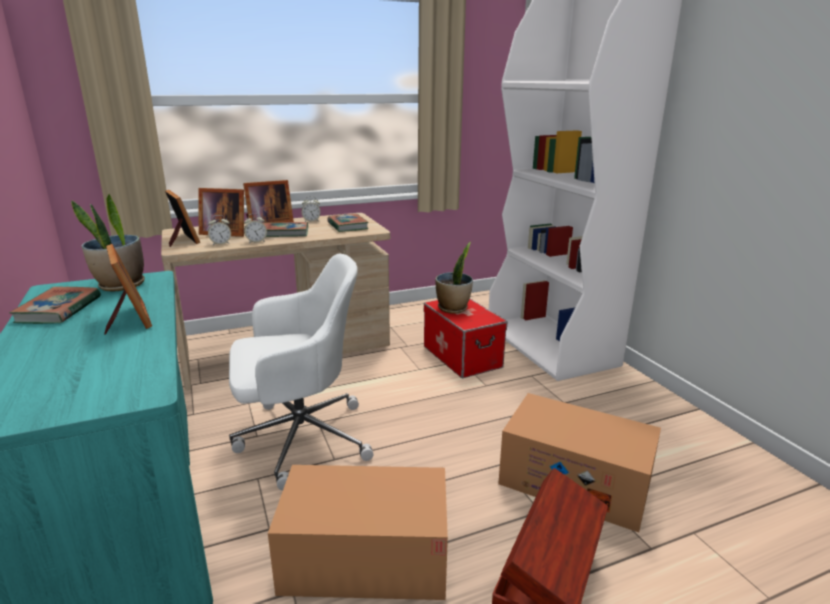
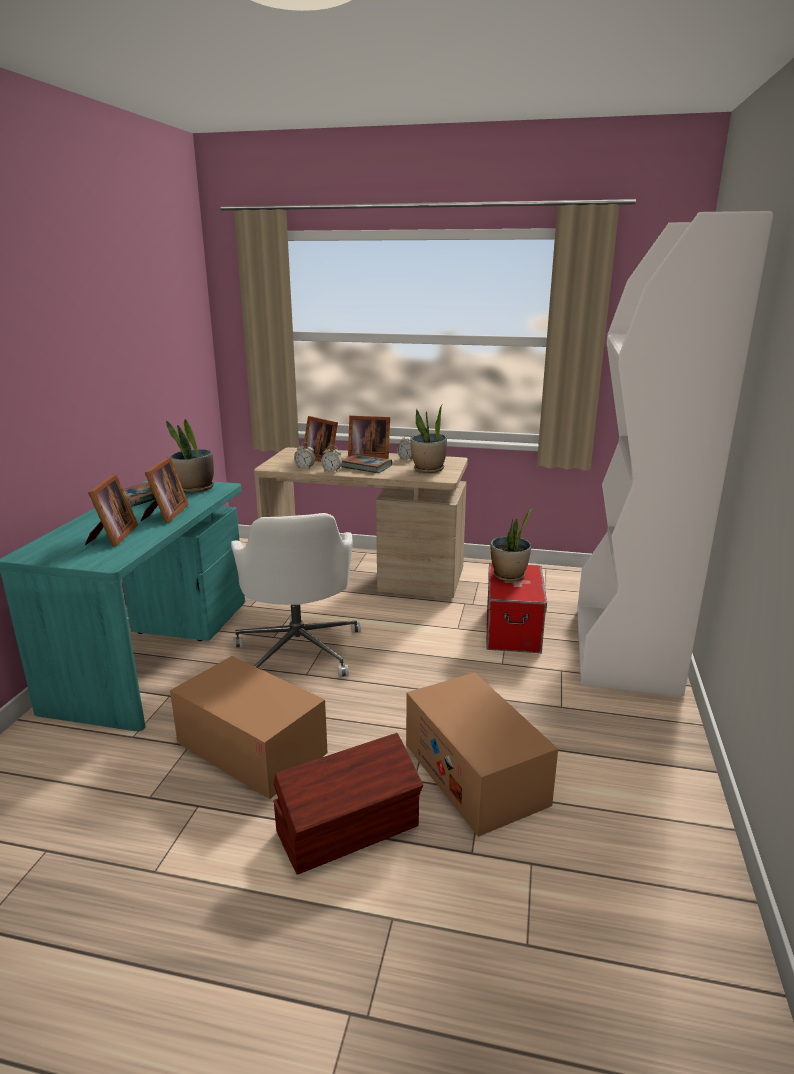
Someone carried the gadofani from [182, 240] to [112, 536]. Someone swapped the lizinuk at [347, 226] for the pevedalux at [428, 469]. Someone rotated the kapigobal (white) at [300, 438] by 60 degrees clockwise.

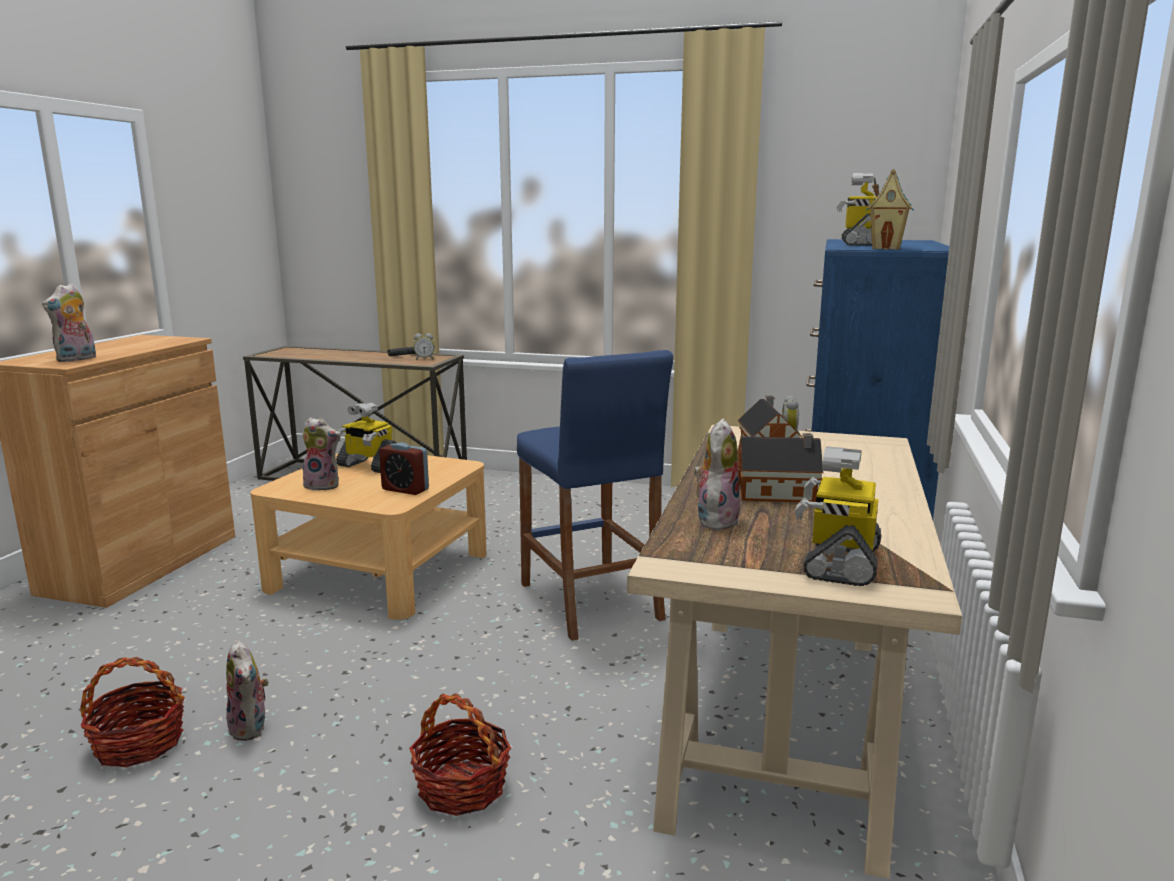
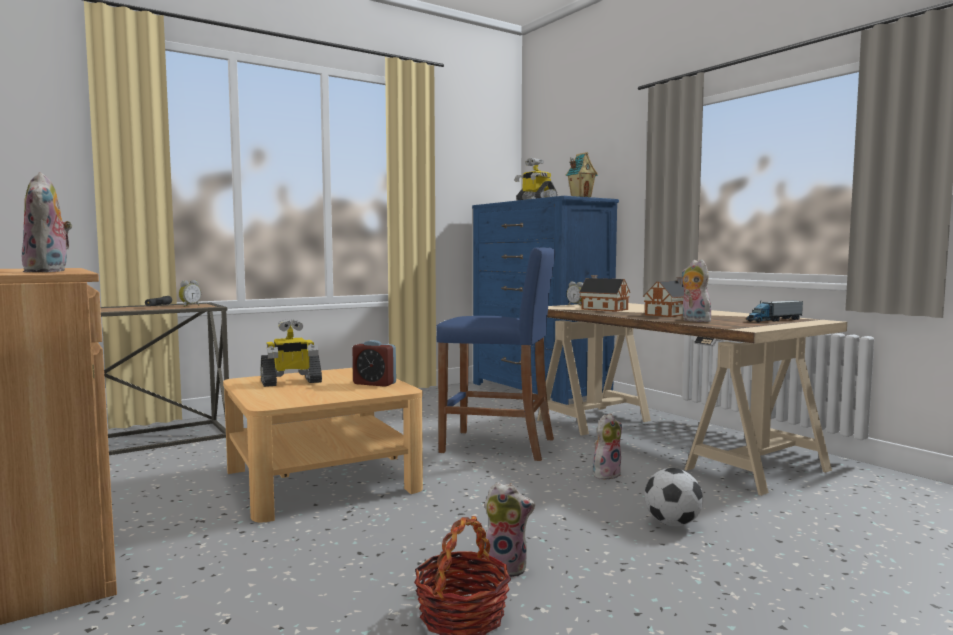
Someone carried the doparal from [324, 485] to [606, 474]. Someone rotated the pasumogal at [405, 489] by 45 degrees clockwise. Someone swapped the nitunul at [839, 562] for the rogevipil at [774, 320]. Someone swapped the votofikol at [461, 787] for the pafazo at [672, 523].

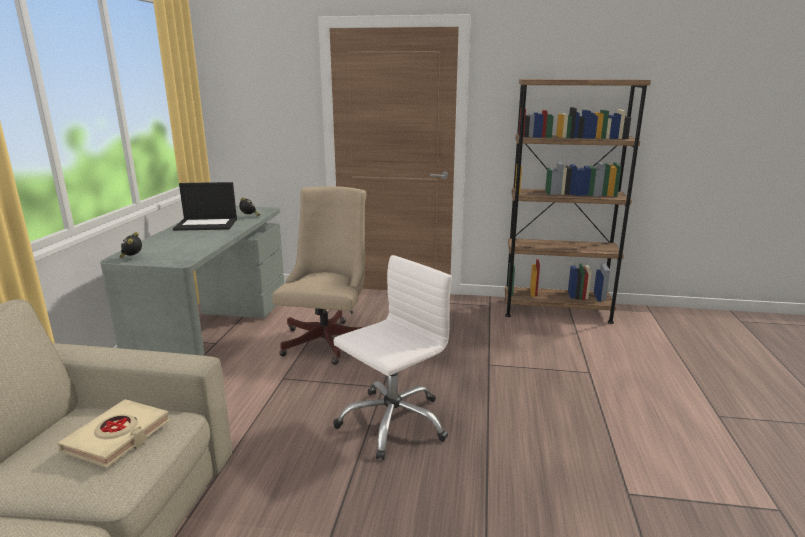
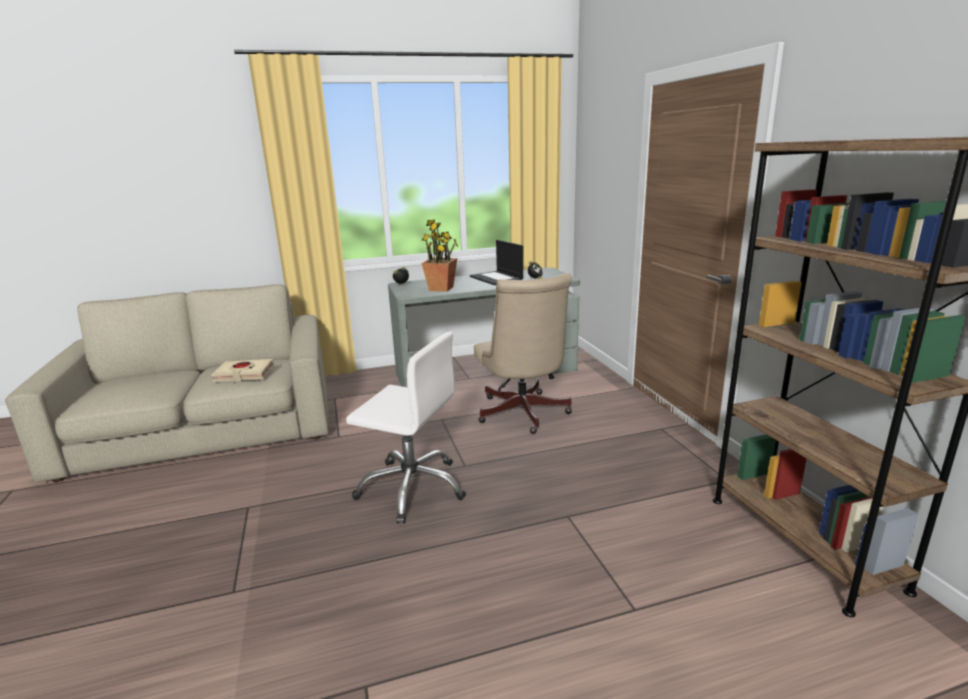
Someone rotated the kapigobal (beige) at [329, 339] by 90 degrees clockwise. Someone put down the pevedalux at [441, 288].

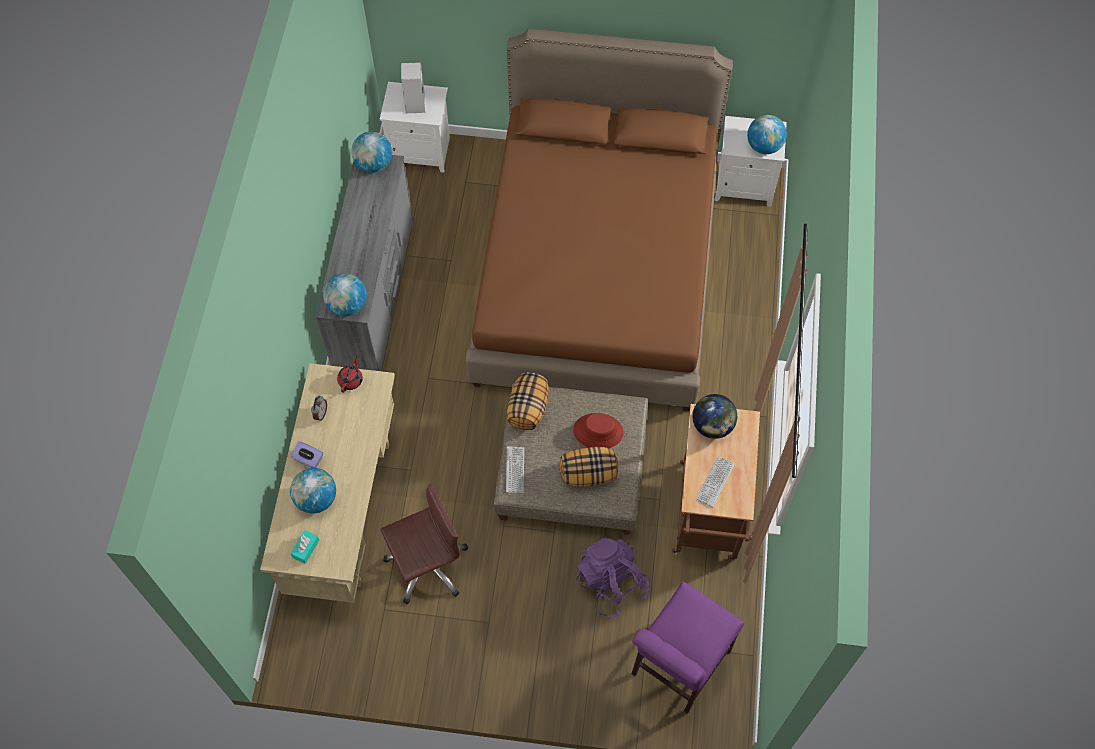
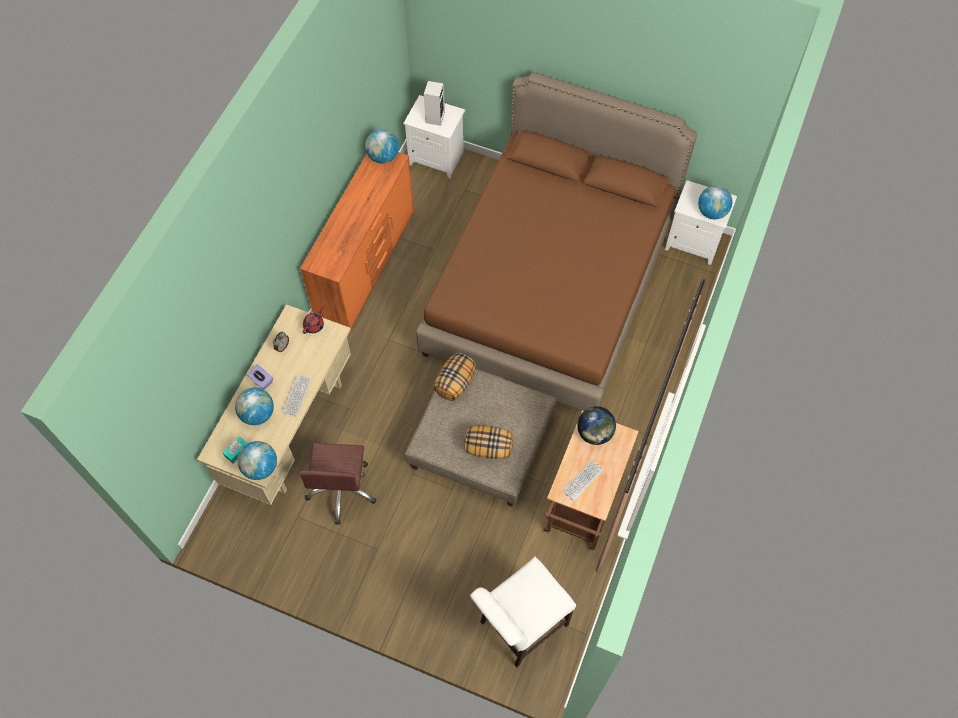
Someone repainted the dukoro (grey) at [376, 297], which became the dukoro (orange) at [367, 266]. Someone carried the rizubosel from [347, 306] to [260, 467]. Someone took away the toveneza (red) at [598, 431]. Someone carried the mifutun from [515, 470] to [297, 395]. Someone rotated the kapigobal (brown) at [427, 565] by 105 degrees clockwise. Someone took away the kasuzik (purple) at [611, 583]. Someone repainted the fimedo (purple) at [676, 666], which became the fimedo (white) at [519, 626].

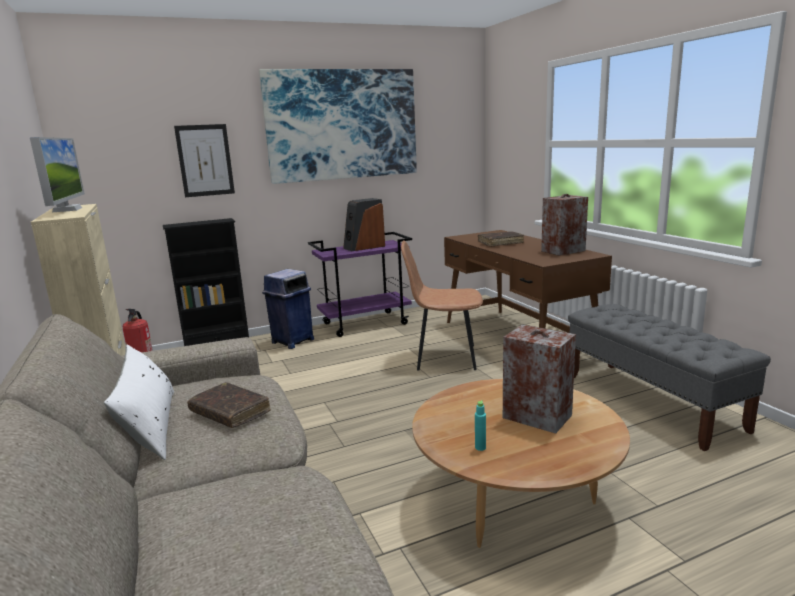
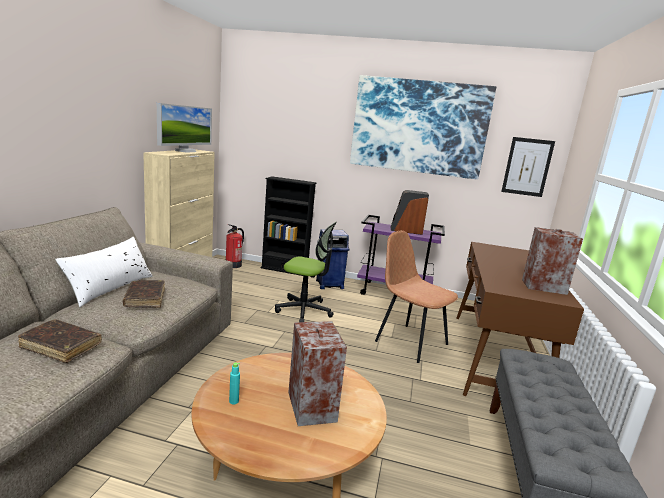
Someone carried the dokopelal from [205, 160] to [527, 167]. Someone carried the lizinuk (brown) from [500, 243] to [61, 346]. Someone put down the kapigobal at [304, 310].

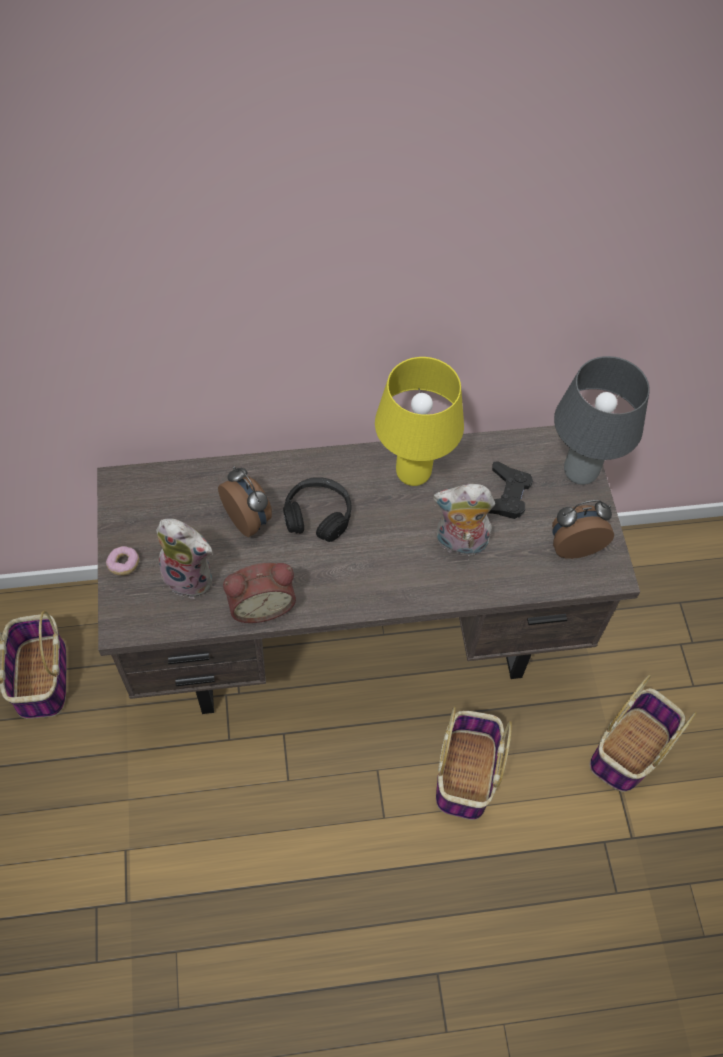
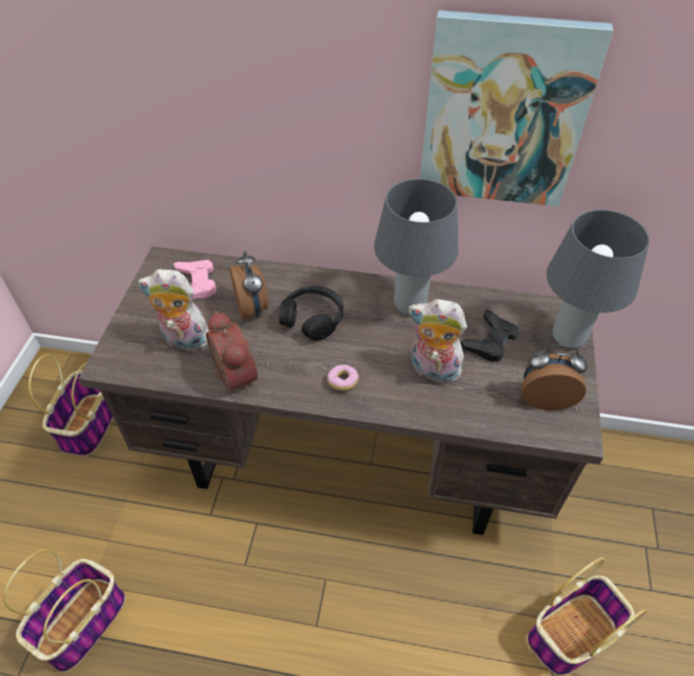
Someone repainted the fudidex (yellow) at [412, 473], which became the fudidex (grey) at [409, 305]. Someone rotated the doparal at [191, 576] by 150 degrees clockwise. Someone carried the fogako from [124, 564] to [343, 382]. Someone rotated the pasumogal at [261, 604] by 120 degrees counterclockwise. Someone carried the votofikol from [465, 772] to [83, 622]. Someone put up the dokopelal at [504, 113]. Someone put down the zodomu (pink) at [196, 283].

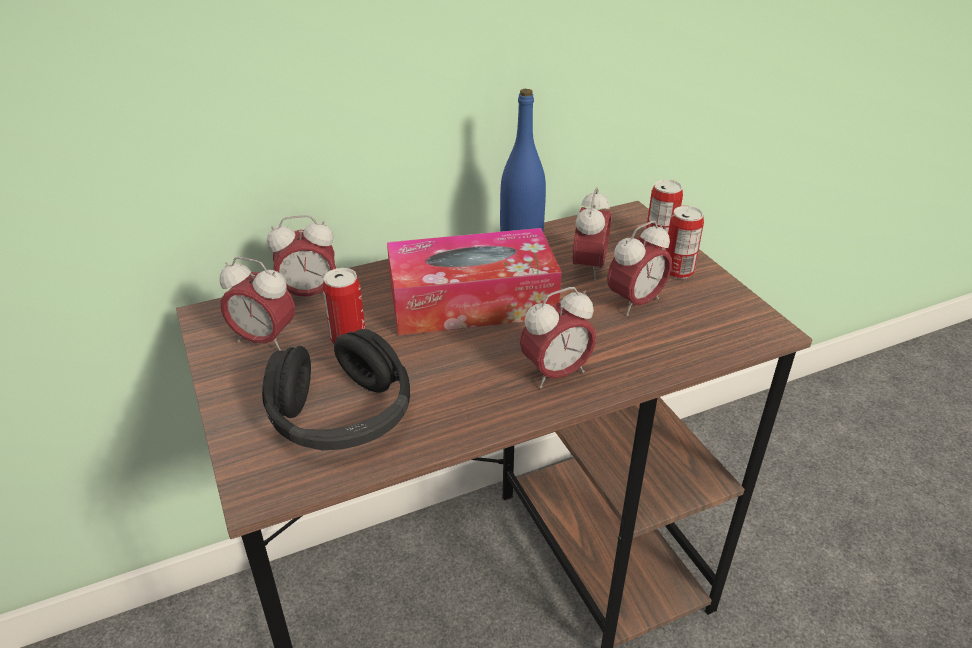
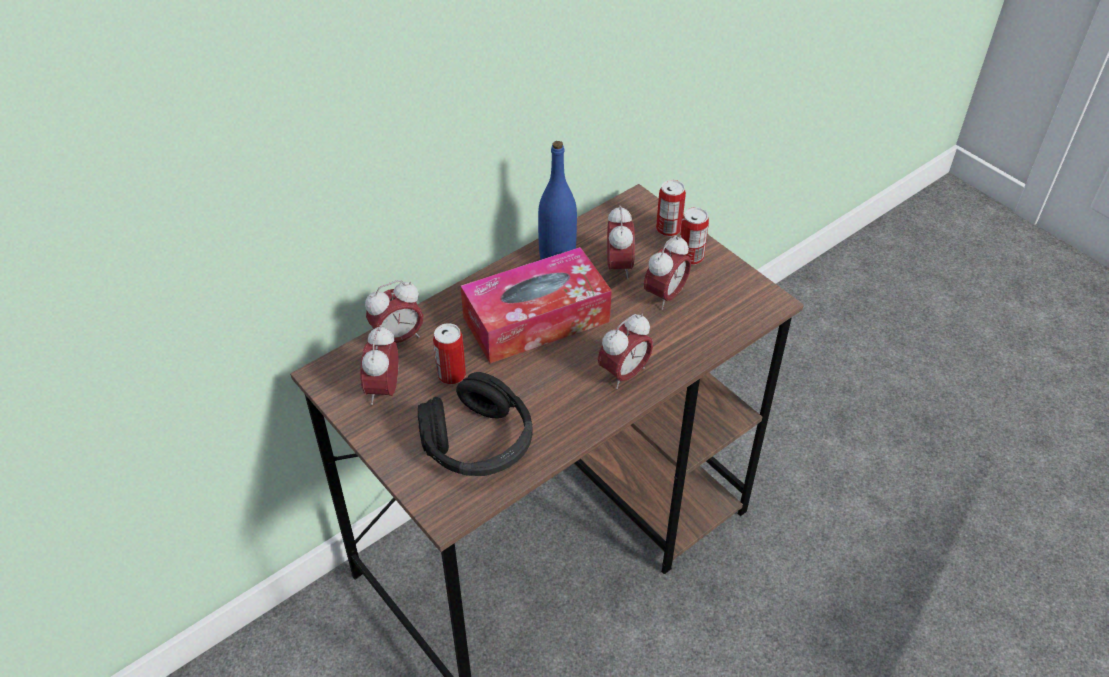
Someone rotated the pasumogal at [264, 340] by 90 degrees clockwise.

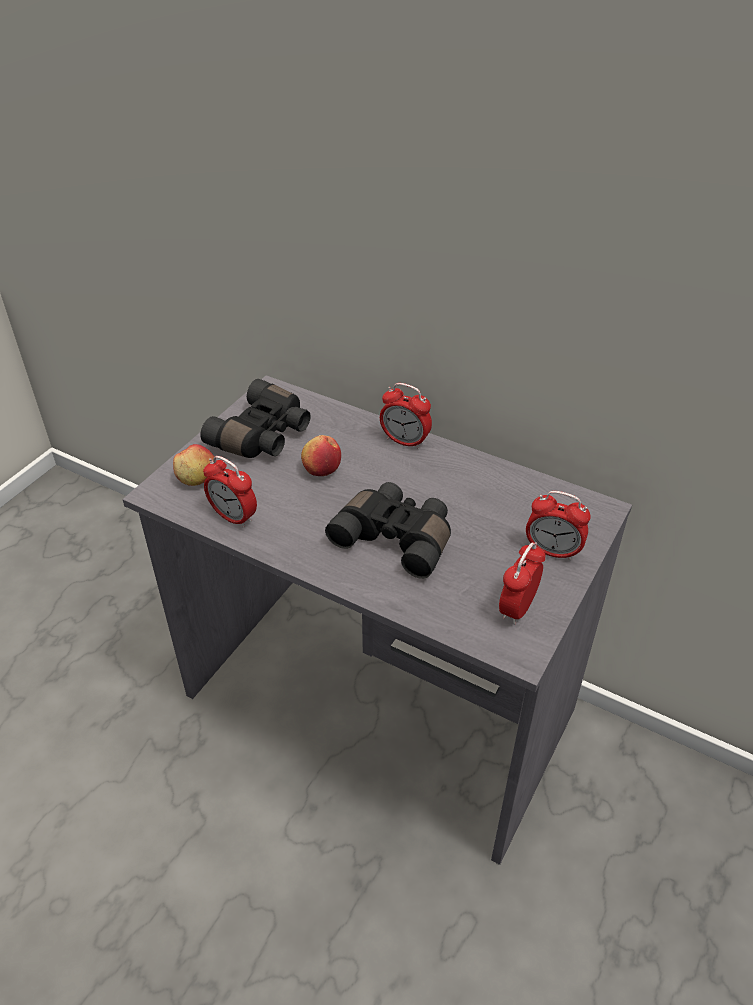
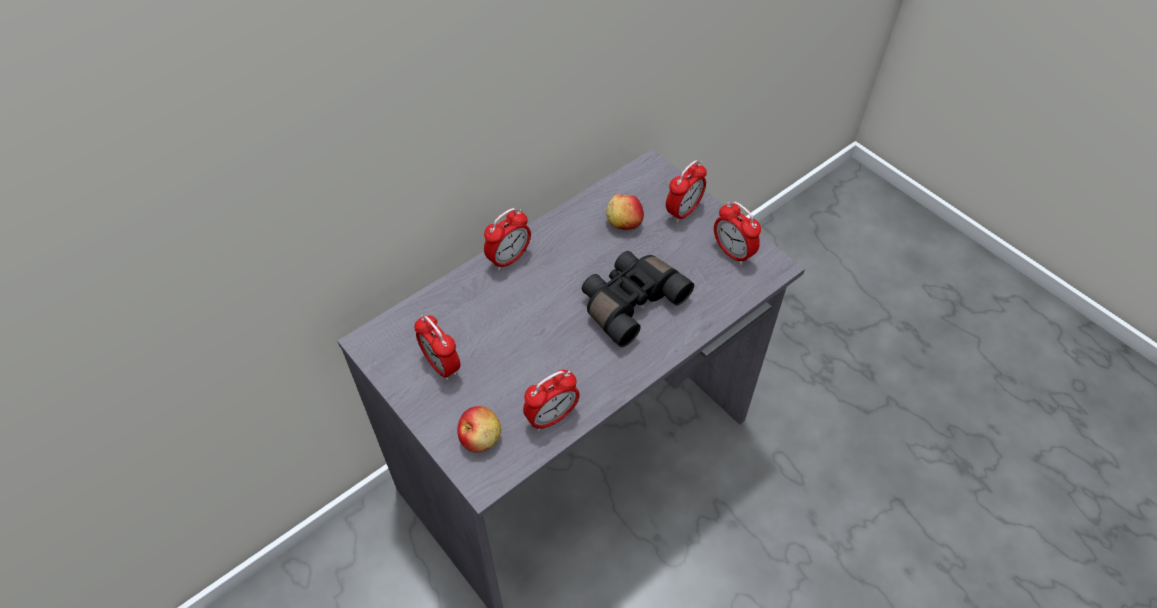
Someone swapped the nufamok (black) at [263, 435] for the pasumogal at [441, 365]. Someone carried the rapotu from [321, 469] to [623, 223].

